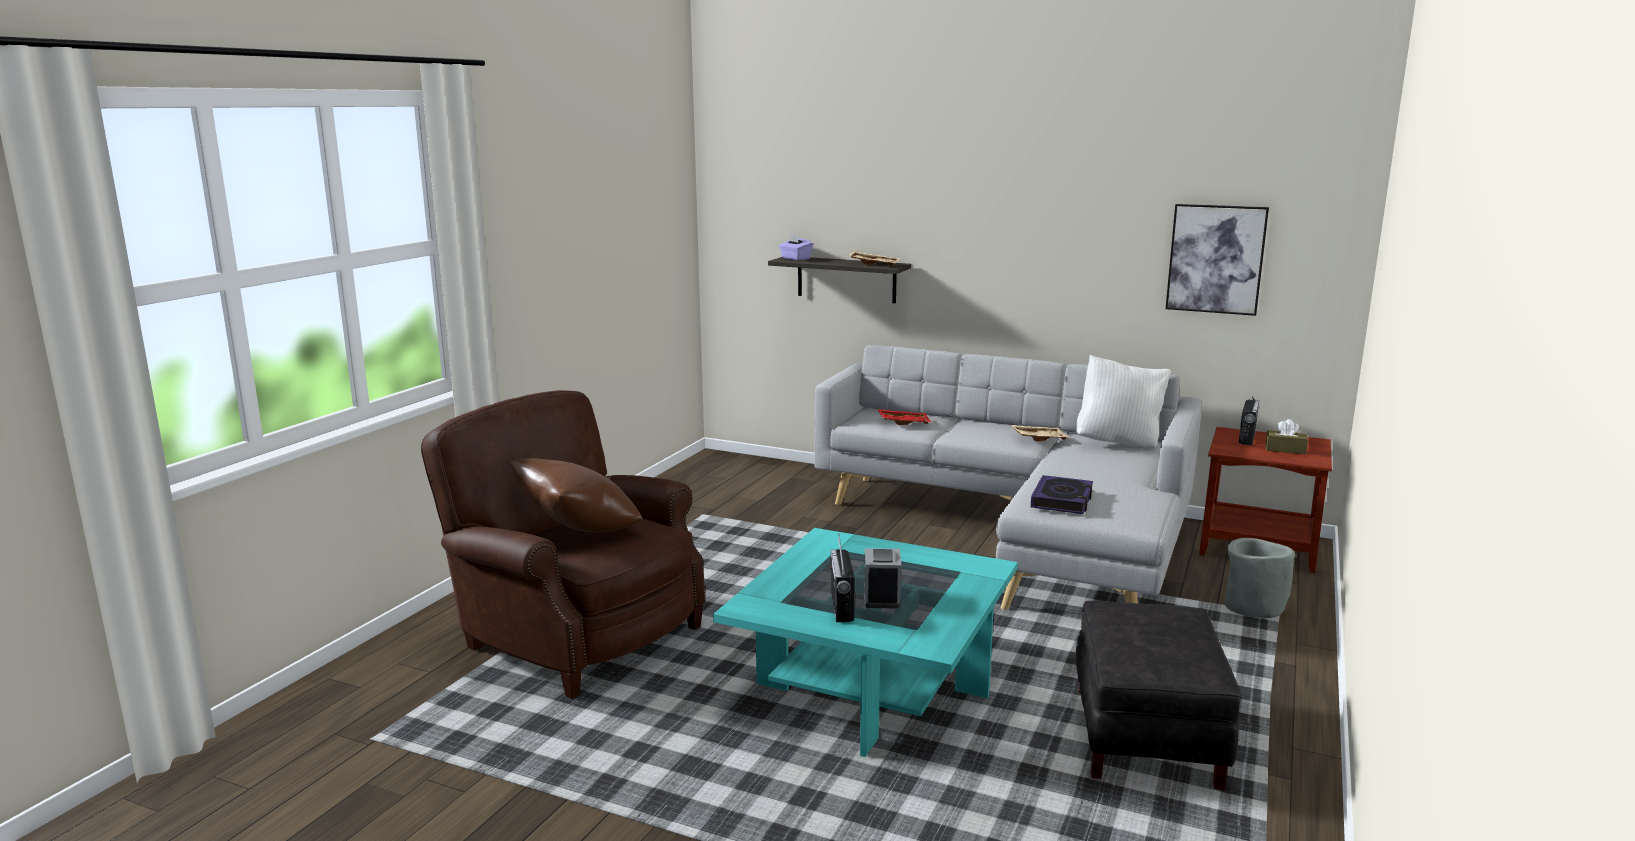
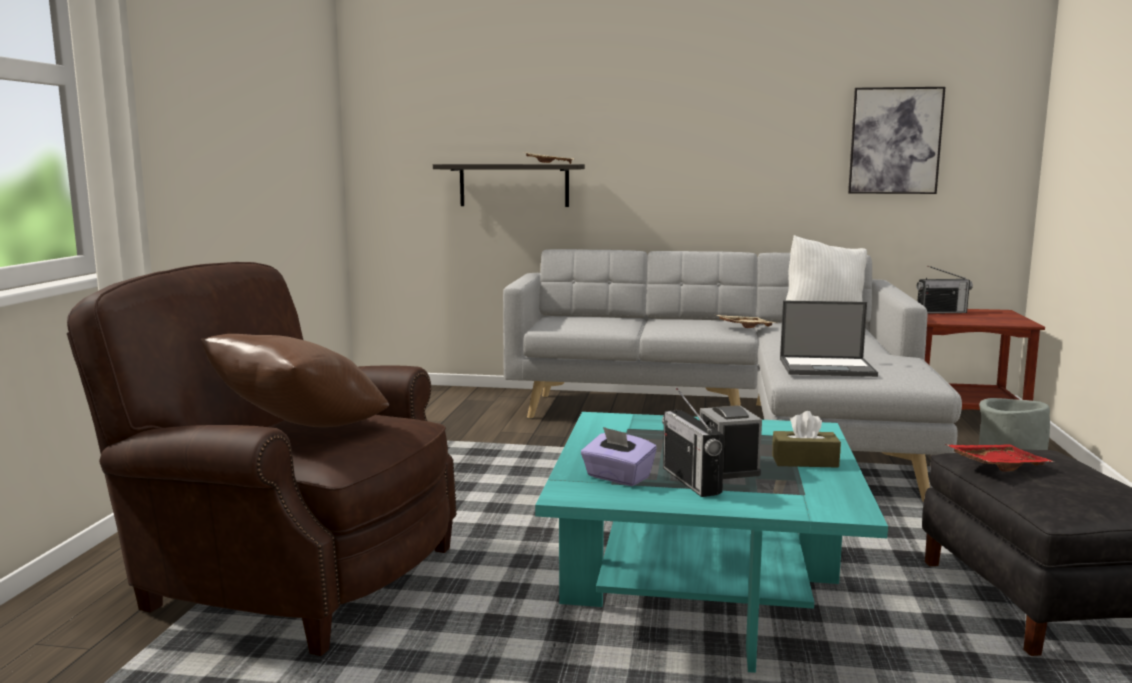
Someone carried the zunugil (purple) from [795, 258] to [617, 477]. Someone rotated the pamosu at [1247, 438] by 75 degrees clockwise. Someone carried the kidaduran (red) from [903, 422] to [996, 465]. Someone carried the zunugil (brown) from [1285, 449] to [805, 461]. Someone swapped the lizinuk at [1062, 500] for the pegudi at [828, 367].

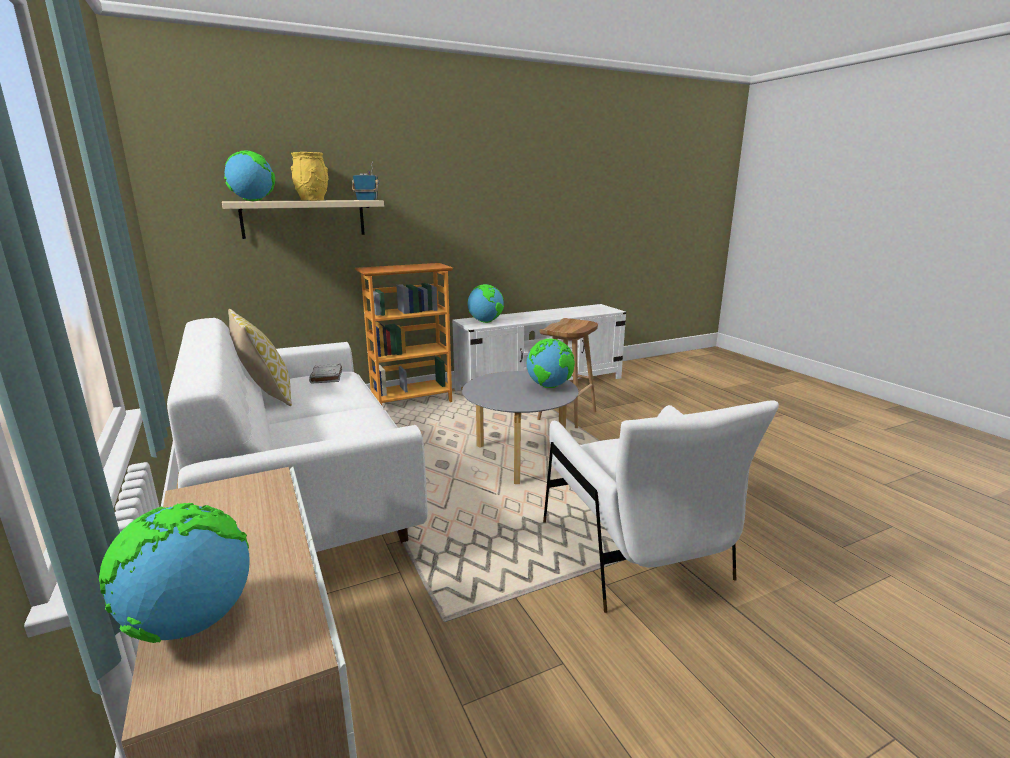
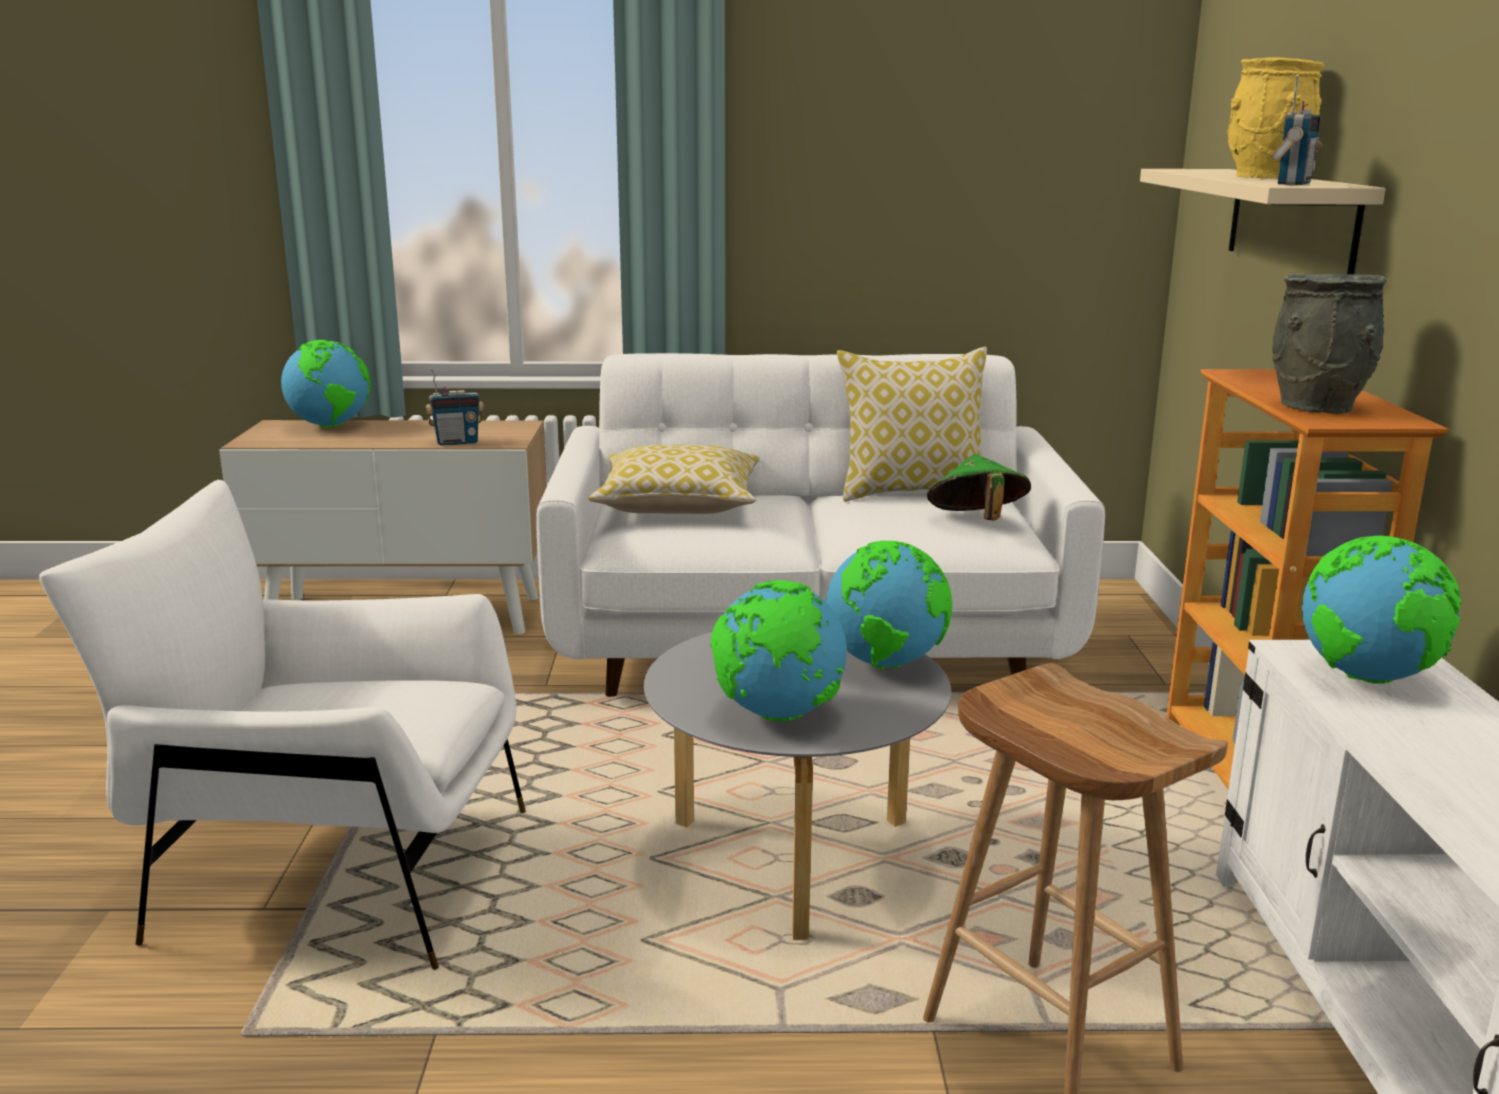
Someone carried the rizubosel from [253, 201] to [886, 664]. Someone swapped the lizinuk (grey) at [326, 377] for the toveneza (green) at [976, 522]. Someone put down the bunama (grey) at [1318, 406]. Someone put down the pamosu at [457, 442]. Someone put down the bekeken at [679, 505].

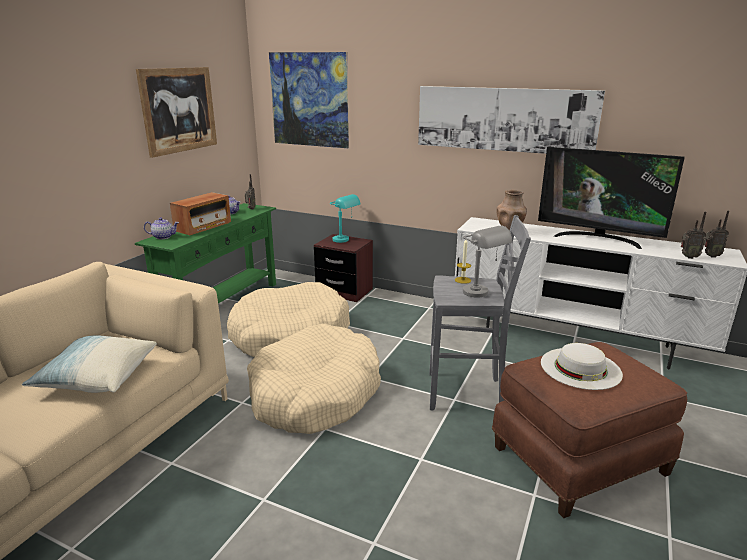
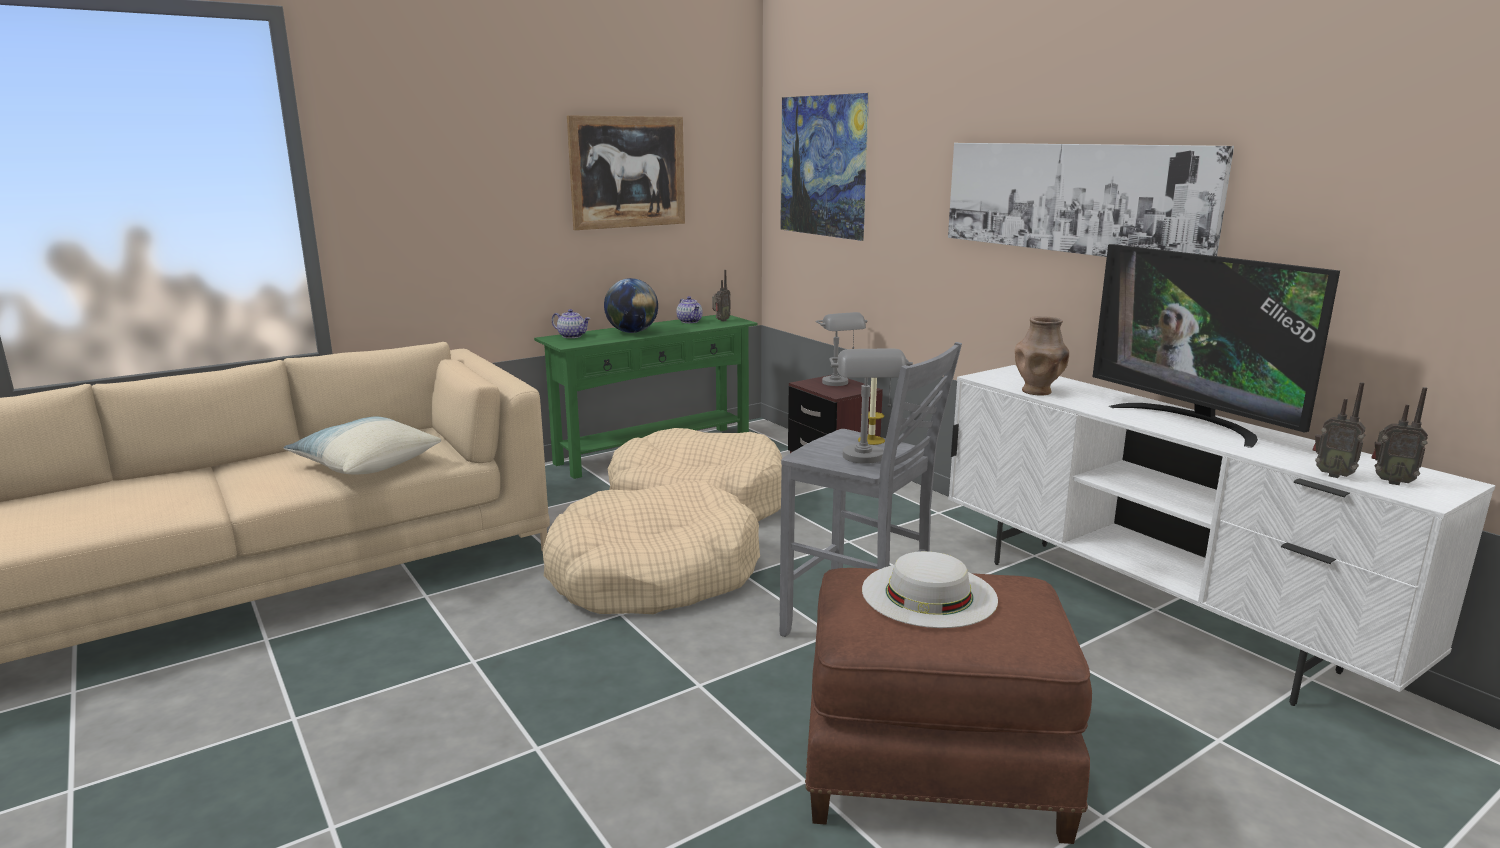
Someone swapped the pamosu at [203, 227] for the rizubosel at [632, 332]. Someone repainted the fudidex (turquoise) at [345, 241], which became the fudidex (grey) at [839, 385].

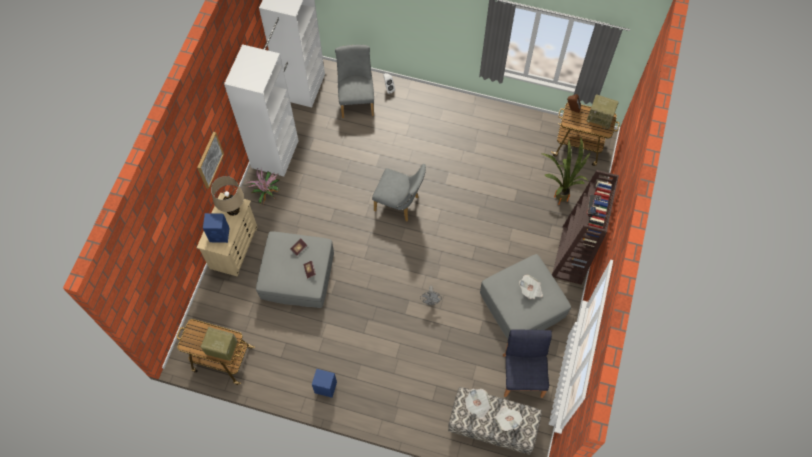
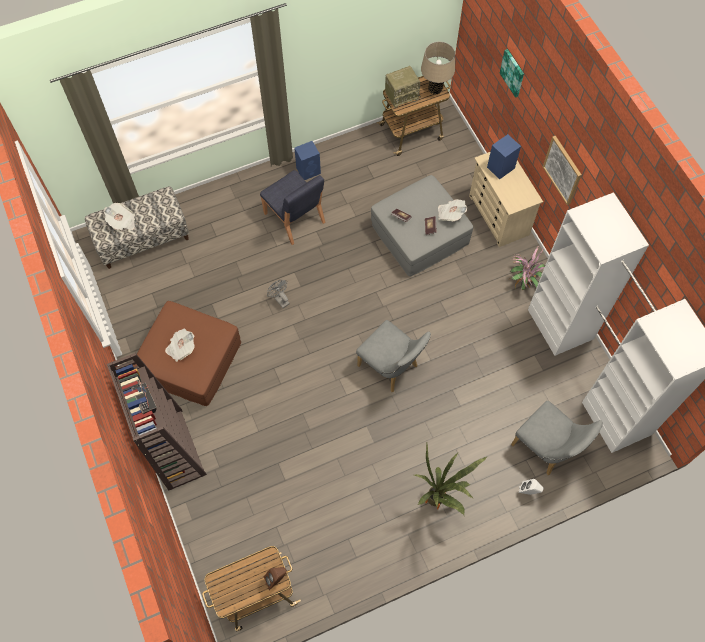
Someone took away the pamosu at [600, 117]. Someone carried the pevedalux from [560, 195] to [438, 504]. Someone rotated the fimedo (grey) at [400, 204] by 120 degrees counterclockwise. Someone carried the fudidex (beige) from [233, 210] to [435, 89]. Someone repainted the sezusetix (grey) at [523, 305], which became the sezusetix (brown) at [190, 360]. Someone carried the fimedo (blue) from [523, 374] to [294, 218]. Someone carried the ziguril from [477, 405] to [450, 214]. Someone put up the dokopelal at [513, 72].

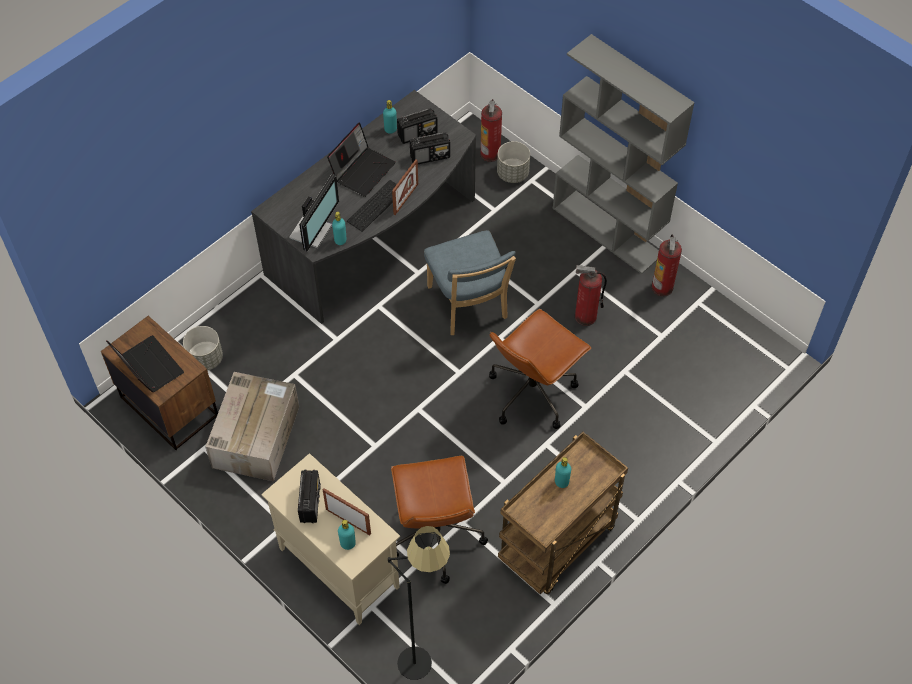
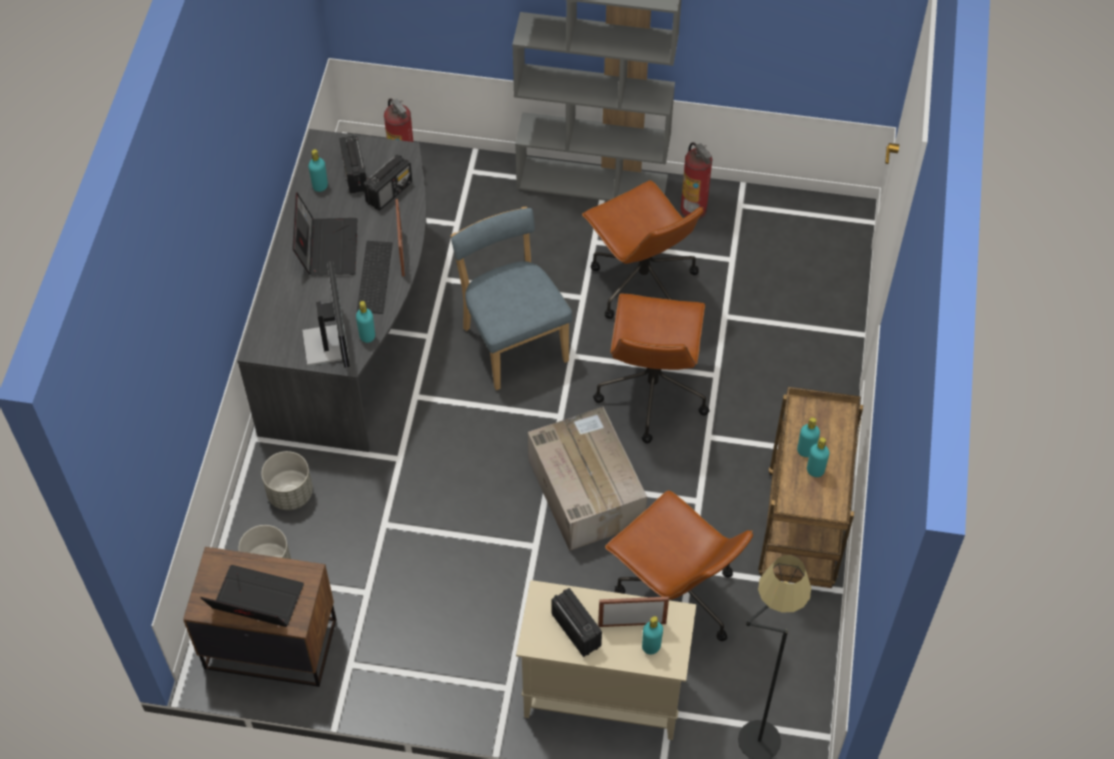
Someone rotated the pamosu at [418, 134] by 135 degrees clockwise. Someone carried the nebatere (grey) from [512, 173] to [290, 493]. Someone rotated the fimedo (blue) at [469, 306] by 150 degrees counterclockwise. Someone swapped the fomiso at [585, 317] for the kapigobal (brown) at [641, 283]. Someone carried the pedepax from [256, 435] to [585, 490]. Someone put down the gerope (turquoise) at [815, 470].

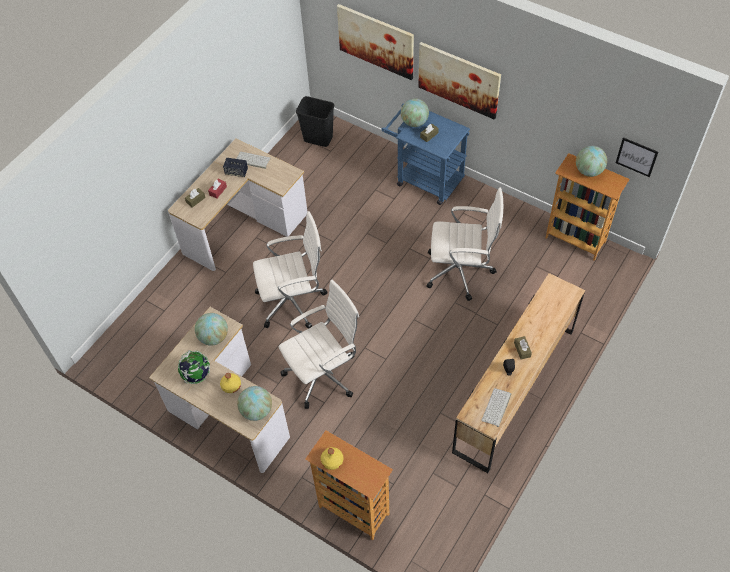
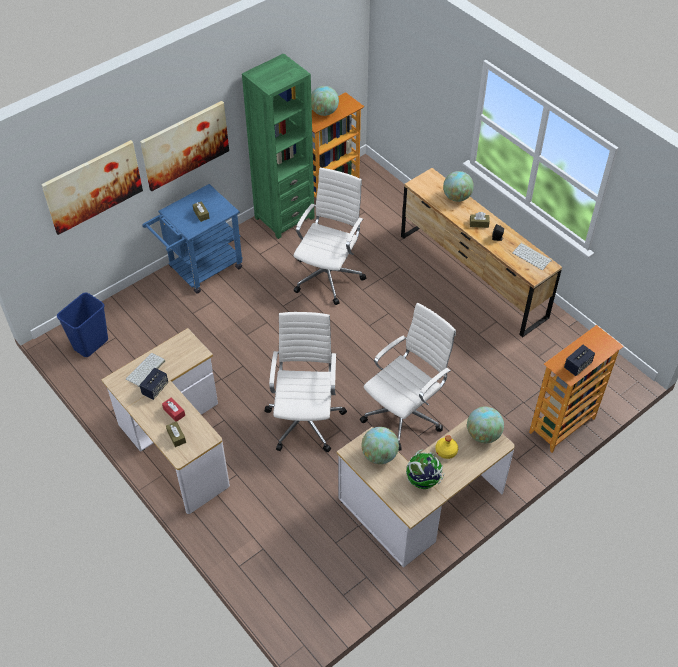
Someone repainted the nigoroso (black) at [318, 138], which became the nigoroso (blue) at [90, 344]. Someone carried the rizubosel from [414, 122] to [457, 197]. Someone took away the dokopelal at [636, 157]. Someone rotated the kapigobal (white) at [323, 374] by 60 degrees clockwise. Someone swapped the gerope (yellow) at [332, 460] for the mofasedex at [577, 366]. Someone put down the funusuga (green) at [284, 217].

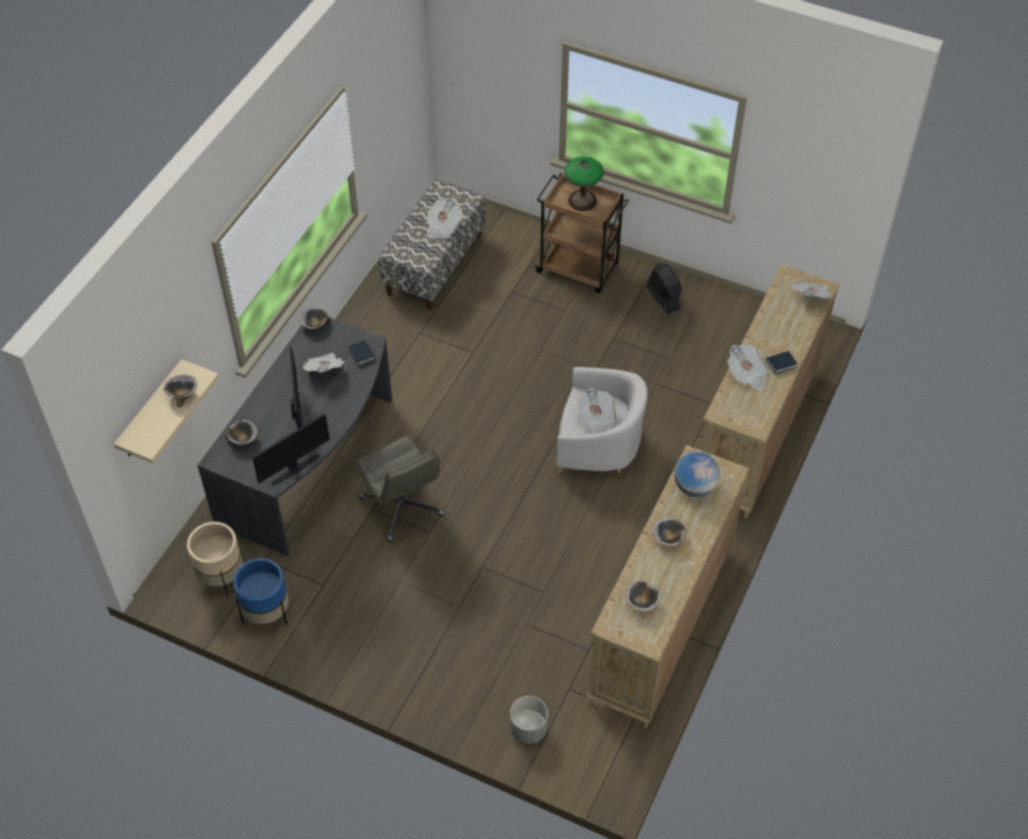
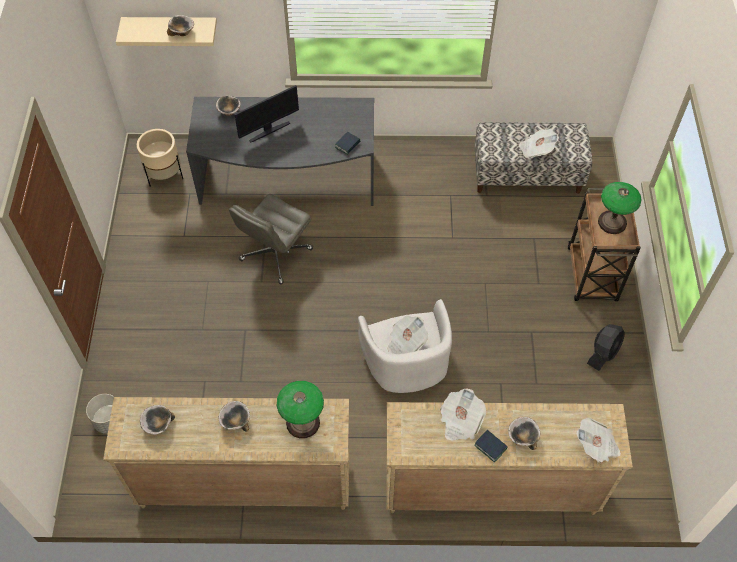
Someone carried the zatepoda from [314, 325] to [522, 437]. Someone took away the ziguril at [325, 370]. Someone took away the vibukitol at [294, 468]. Someone swapped the rizubosel at [694, 487] for the fudidex at [303, 422]. Someone took away the nebatere (blue) at [267, 613].

